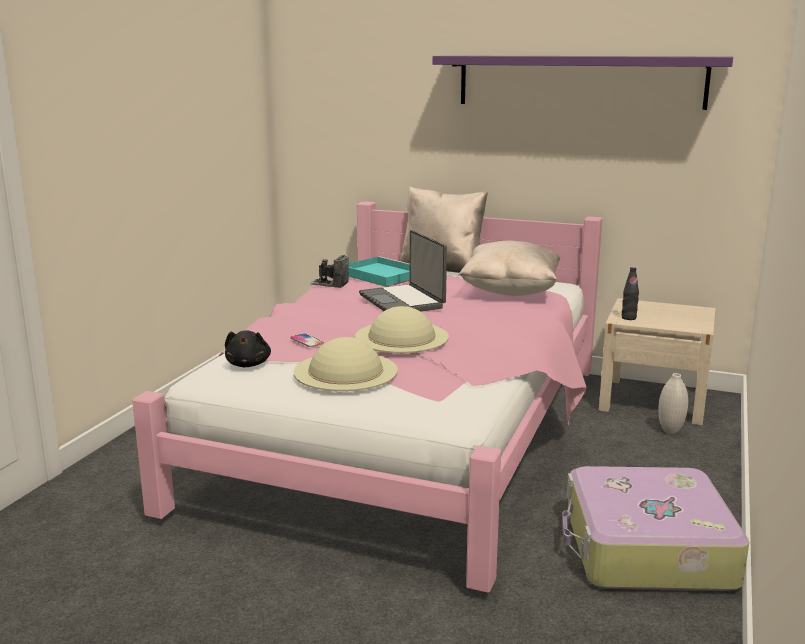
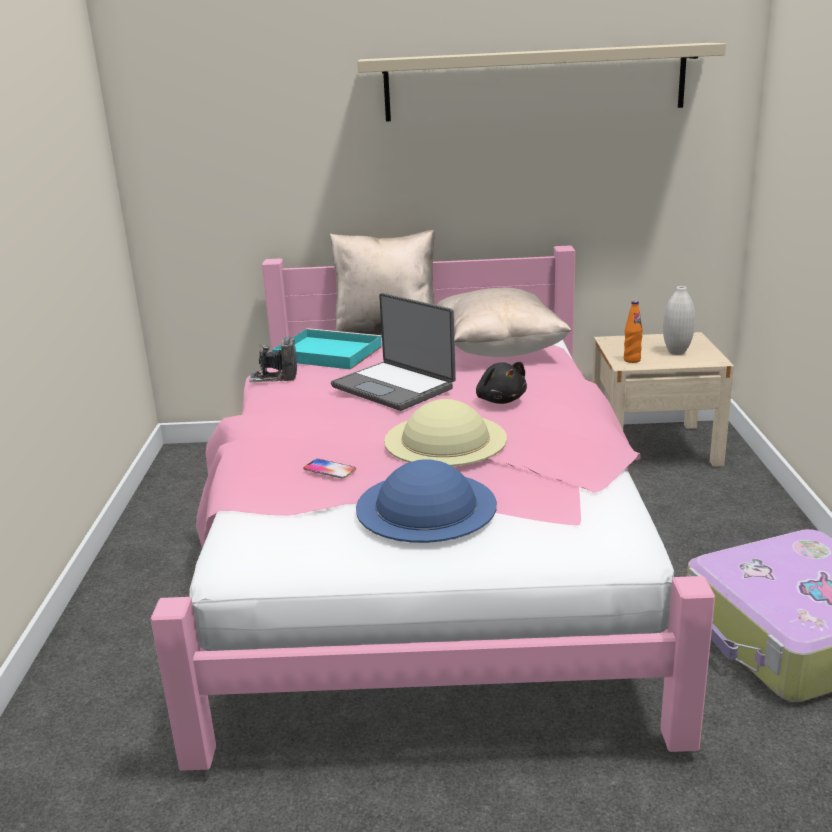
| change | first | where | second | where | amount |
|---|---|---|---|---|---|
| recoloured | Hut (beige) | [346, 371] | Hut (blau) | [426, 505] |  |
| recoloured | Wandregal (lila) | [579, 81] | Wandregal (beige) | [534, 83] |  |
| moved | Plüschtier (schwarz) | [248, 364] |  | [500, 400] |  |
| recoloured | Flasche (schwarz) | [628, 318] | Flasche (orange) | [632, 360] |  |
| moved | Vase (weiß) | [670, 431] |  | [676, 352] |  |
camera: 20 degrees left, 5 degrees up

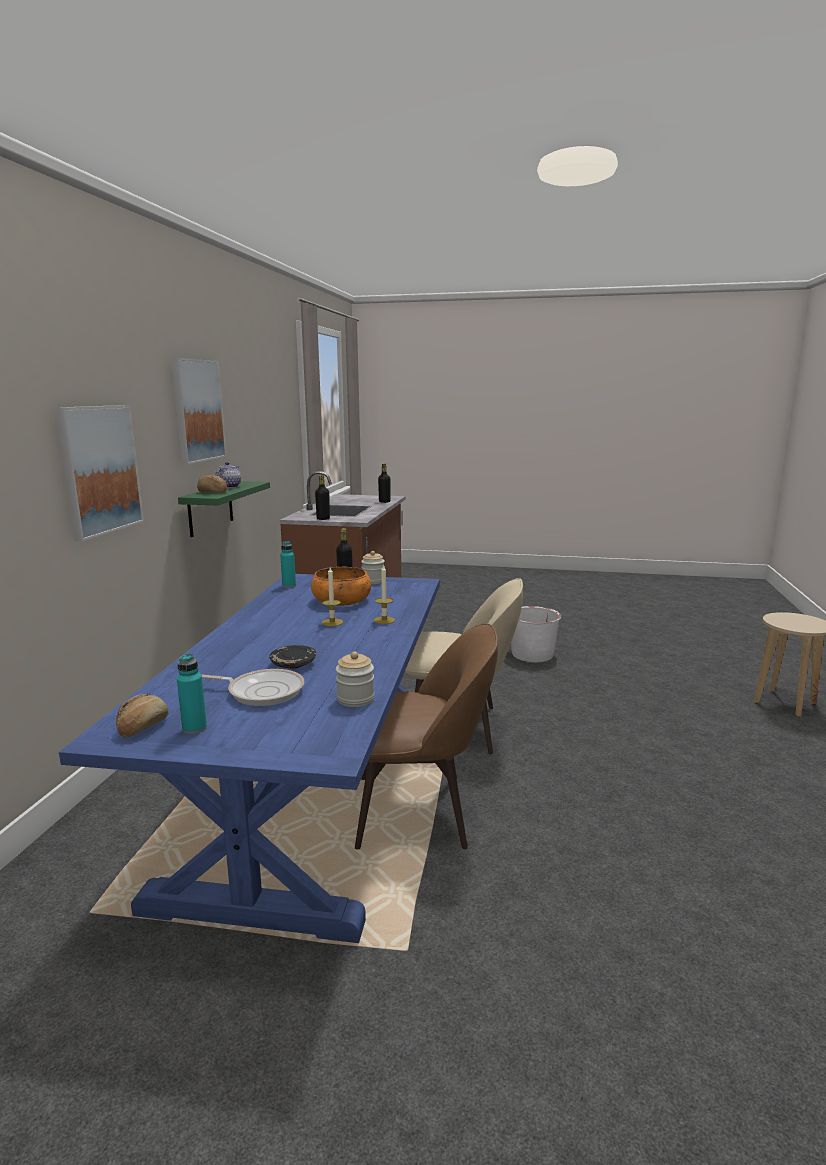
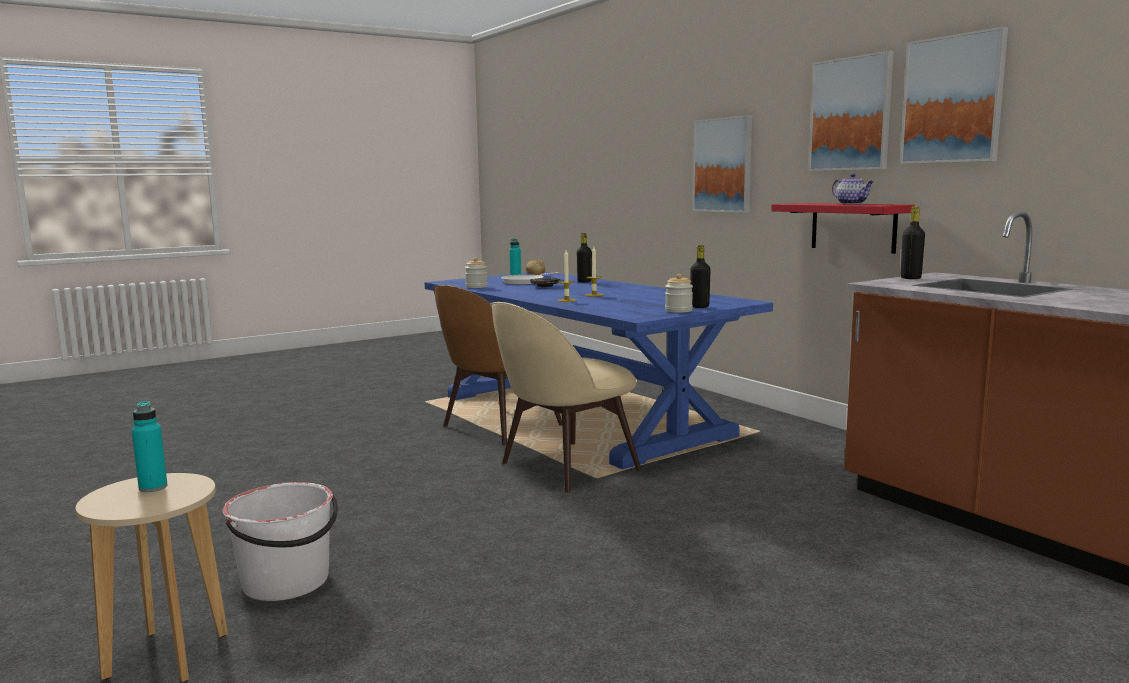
| change | first | where | second | where | amount |
|---|---|---|---|---|---|
| moved | Flasche (türkis) | [289, 585] |  | [153, 487] |  |
| moved | Eimer (weiß) | [532, 654] |  | [287, 582] |  |
| moved | Flasche (schwarz) | [384, 502] |  | [584, 282] |  |
| recoloured | Wandregal (grün) | [210, 508] | Wandregal (rot) | [853, 227] |  |
| added |  |  | Bild | [953, 99] |  |
| removed | Brot | [212, 492] |  |  |  |
| removed | Schüssel (orange) | [341, 600] |  |  |  |
camera: 135 degrees right, 5 degrees down

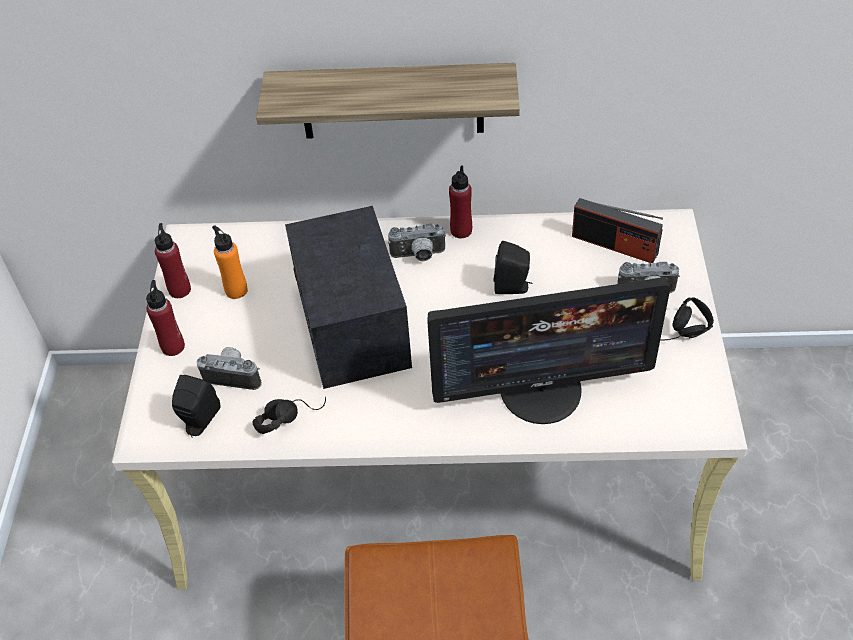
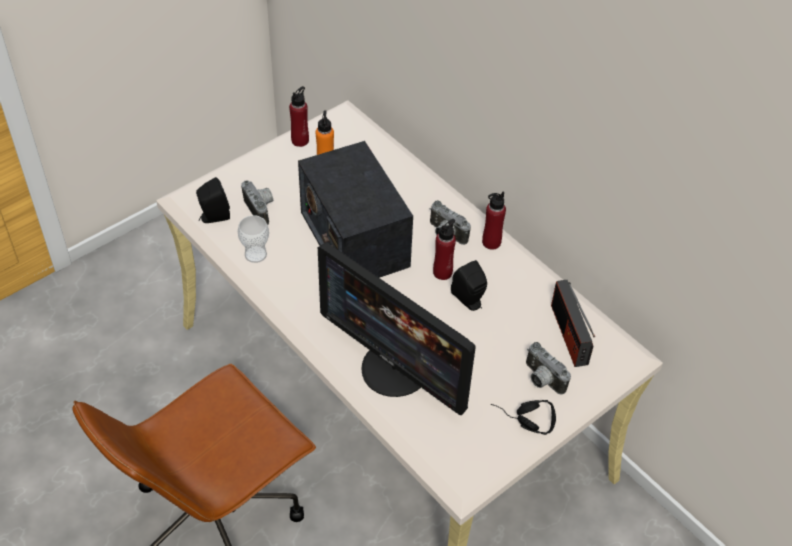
| change | first | where | second | where | amount |
|---|---|---|---|---|---|
| replaced | Kopfhörer (schwarz) | [289, 416] | Tasse | [255, 254] |  |
| turned | Radio | [352, 325] |  | [354, 238] | 60 degrees counterclockwise |
| moved | Flasche (rot) | [173, 346] |  | [442, 272] |  |
| removed | Wandregal | [392, 101] |  |  |  |
camera: 45 degrees right, 0 degrees up

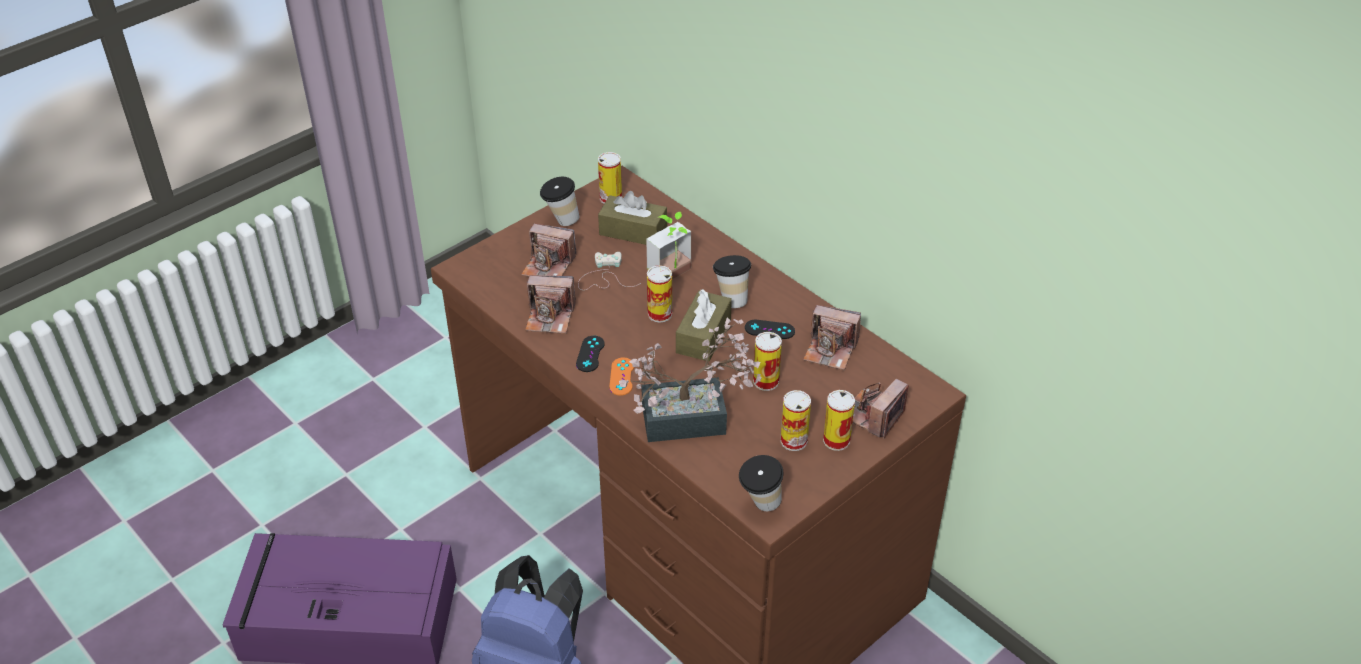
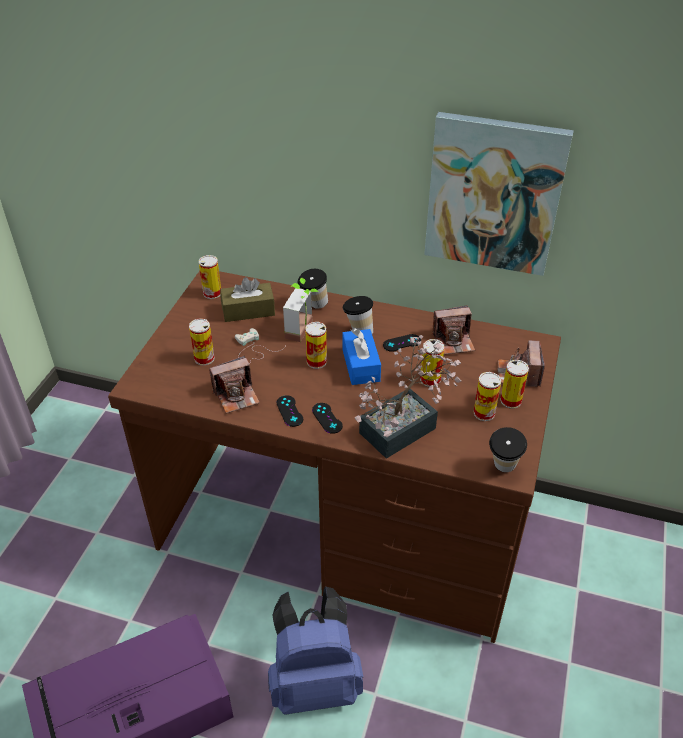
| change | first | where | second | where | amount |
|---|---|---|---|---|---|
| replaced | Kamera | [548, 266] | Dose | [204, 358] |  |
| moved | Tasse | [561, 221] |  | [313, 305] |  |
| recoloured | Gamepad (orange) | [621, 376] | Gamepad (schwarz) | [327, 418] |  |
| recoloured | Taschentuchbox (braun) | [703, 336] | Taschentuchbox (blau) | [361, 365] |  |
| added |  |  | Bild | [494, 194] |  |
camera: 30 degrees left, 0 degrees up

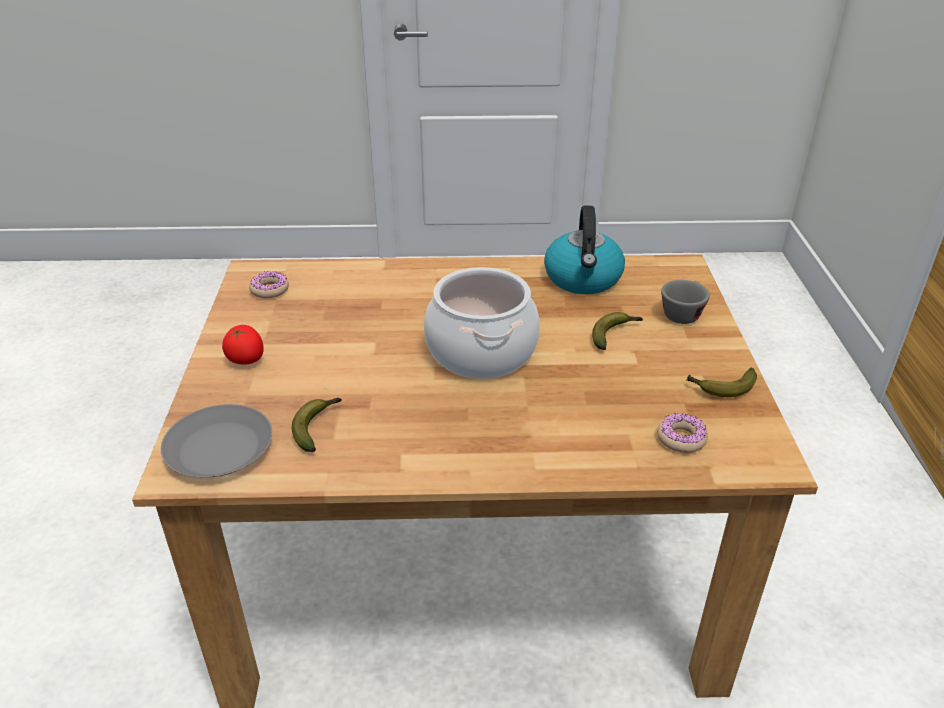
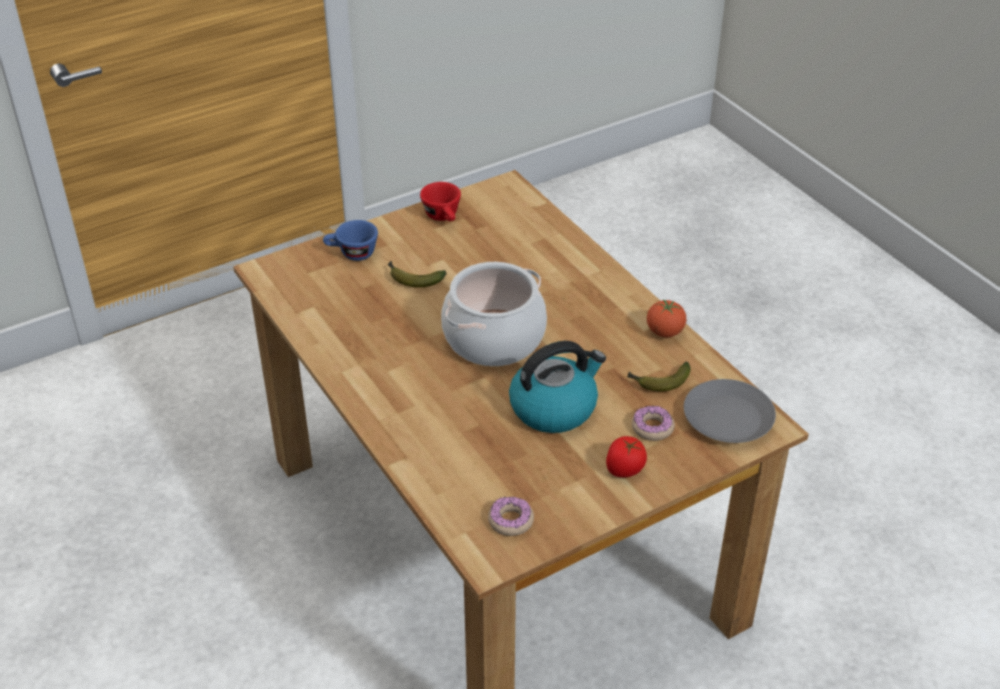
| change | first | where | second | where | amount |
|---|---|---|---|---|---|
| recoloured | Tasse (grau) | [682, 313] | Tasse (blau) | [352, 254] |  |
| replaced | Banane | [721, 388] | Tasse (rot) | [444, 217] |  |
| moved | Wasserkessel | [583, 279] |  | [554, 407] |  |
| moved | Donut | [681, 439] |  | [652, 428] |  |
| added |  |  | Tomate | [665, 332] |  |
camera: 120 degrees left, 5 degrees up

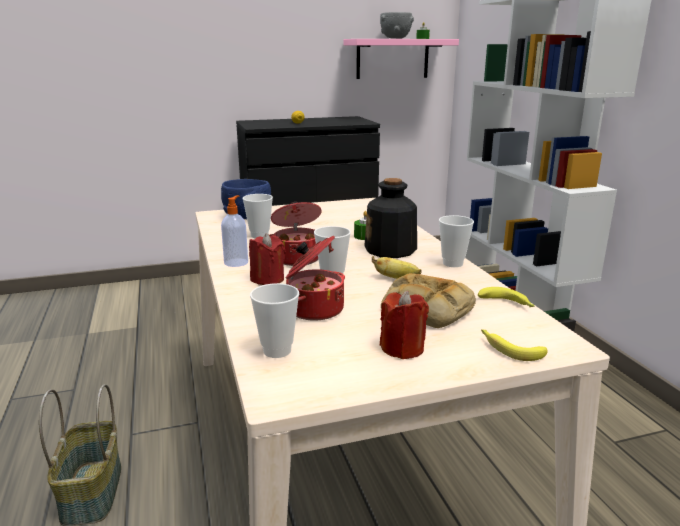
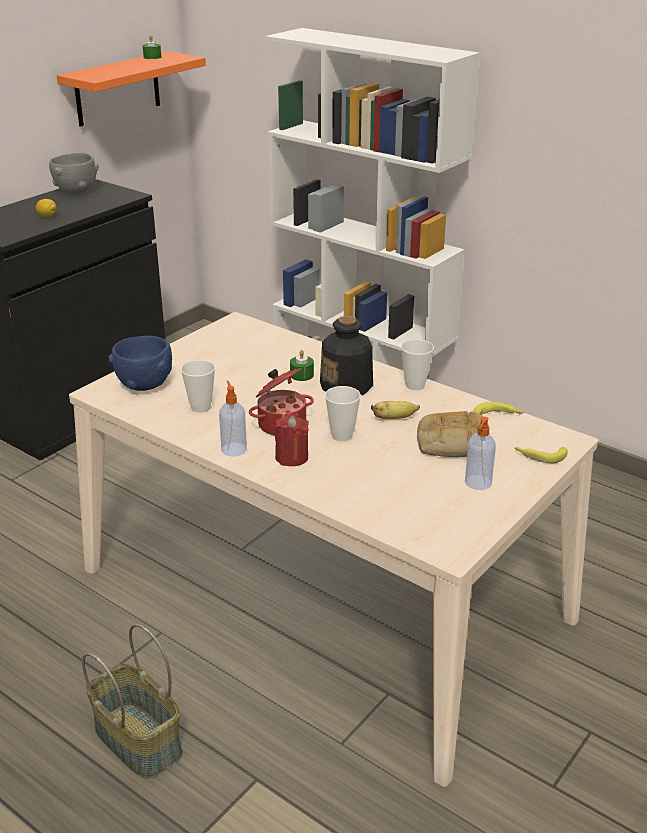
| change | first | where | second | where | amount |
|---|---|---|---|---|---|
| moved | Schüssel (grau) | [395, 38] |  | [76, 191] |  |
| recoloured | Wandregal (rosa) | [392, 59] | Wandregal (orange) | [117, 89] |  |
| replaced | Kerze (rot) | [402, 348] | Seifenspender | [477, 483] |  |
| removed | Tasse | [277, 351] |  |  |  |
| removed | Kochtopf | [314, 309] |  |  |  |
camera: 35 degrees left, 10 degrees up

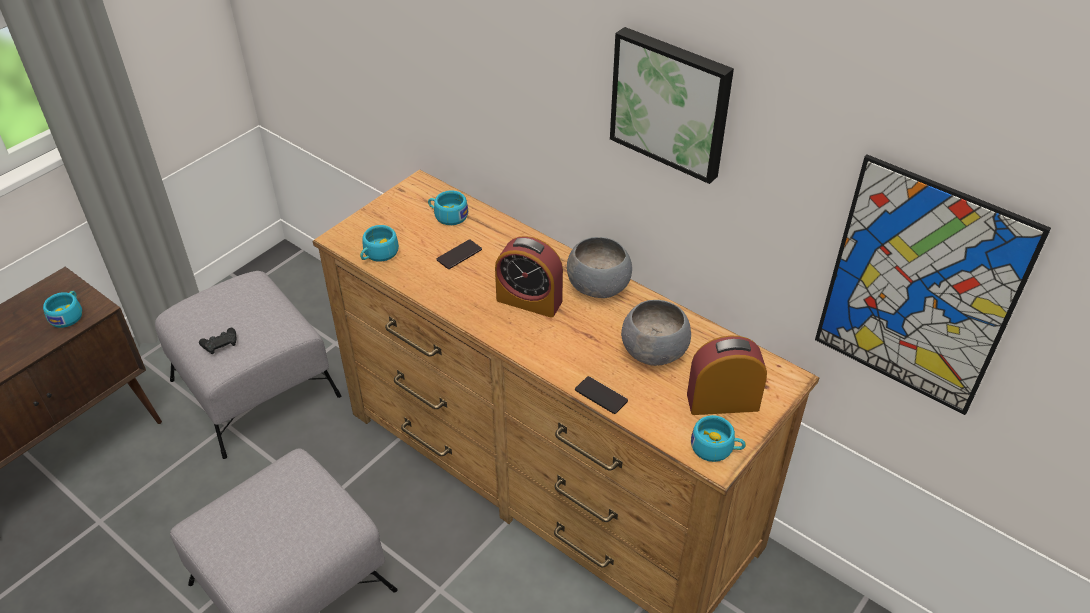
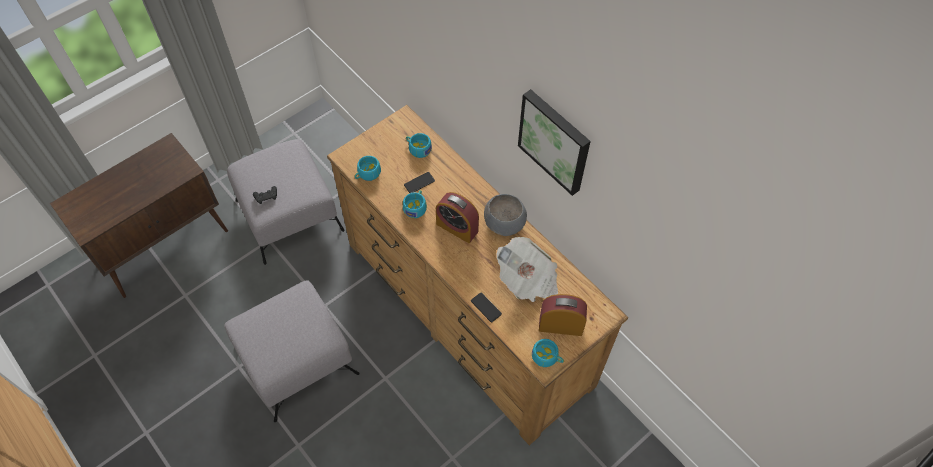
| change | first | where | second | where | amount |
|---|---|---|---|---|---|
| moved | Tasse (türkis) | [68, 315] |  | [416, 207] |  |
| replaced | Schüssel (grau) | [655, 351] | Zeitung | [528, 280] |  |
| removed | Bild | [919, 289] |  |  |  |
camera: 10 degrees right, 15 degrees up

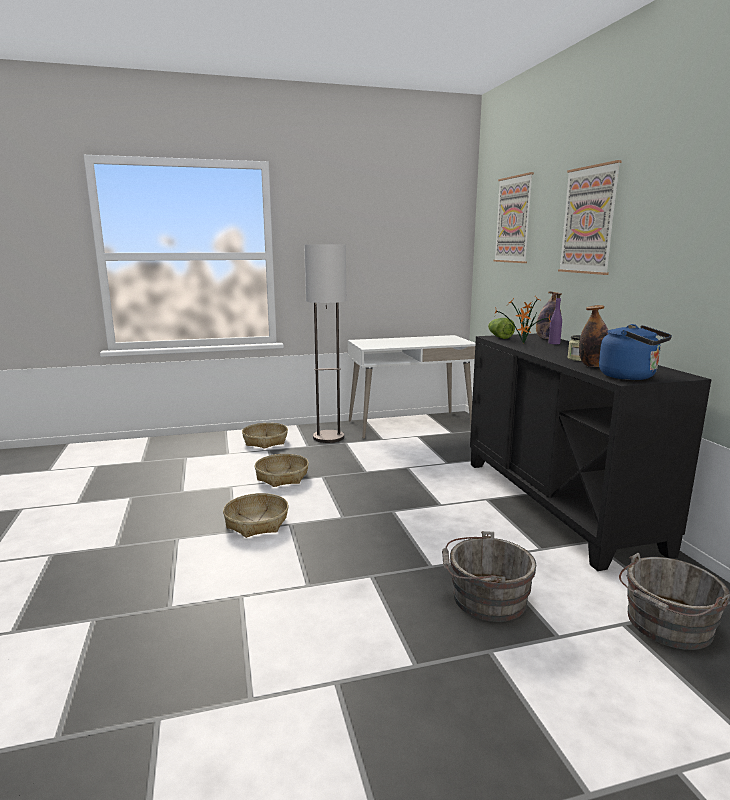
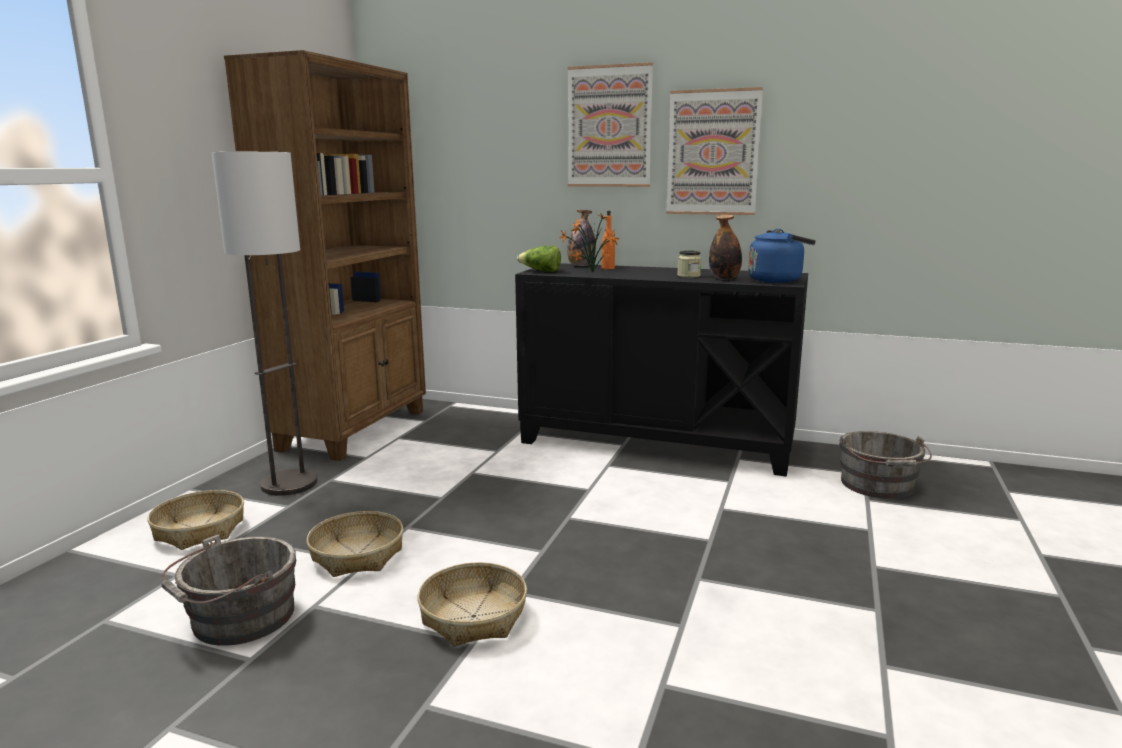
| change | first | where | second | where | amount |
|---|---|---|---|---|---|
| moved | Eimer (grau) | [484, 598] |  | [238, 619] |  |
| replaced | Schreibtisch (weiß) | [409, 424] | Bücherregal (braun) | [356, 429] |  |
| recoloured | Flasche (lila) | [554, 343] | Flasche (orange) | [607, 268] |  |
| moved | Bild | [513, 220] |  | [713, 153] |  |
camera: 55 degrees left, 0 degrees up

